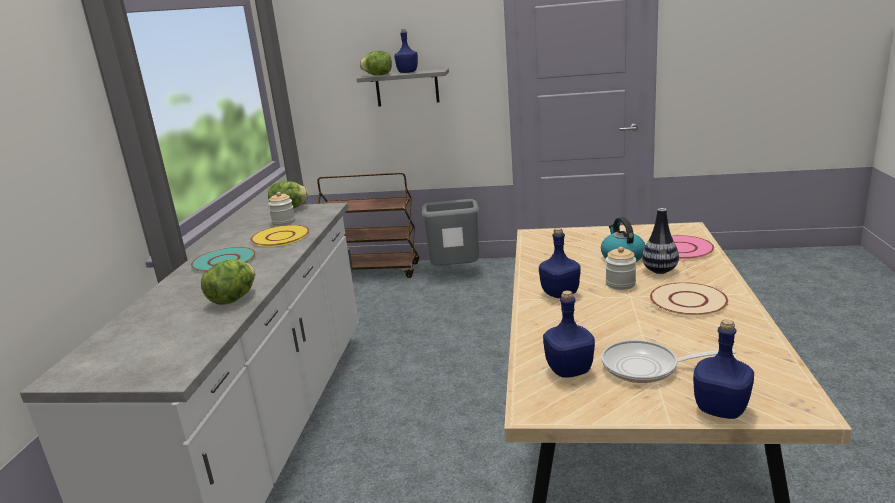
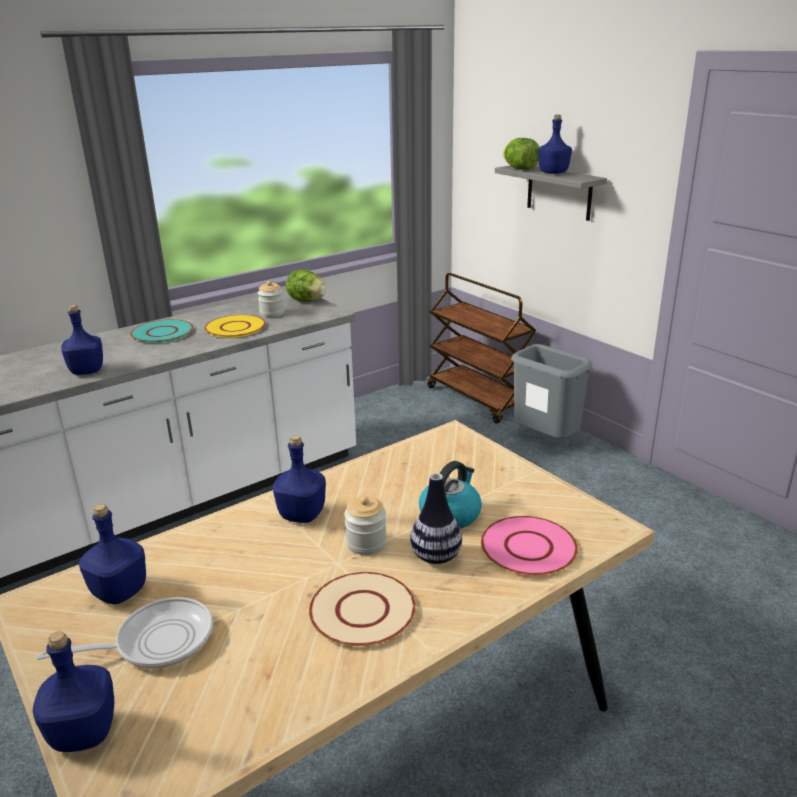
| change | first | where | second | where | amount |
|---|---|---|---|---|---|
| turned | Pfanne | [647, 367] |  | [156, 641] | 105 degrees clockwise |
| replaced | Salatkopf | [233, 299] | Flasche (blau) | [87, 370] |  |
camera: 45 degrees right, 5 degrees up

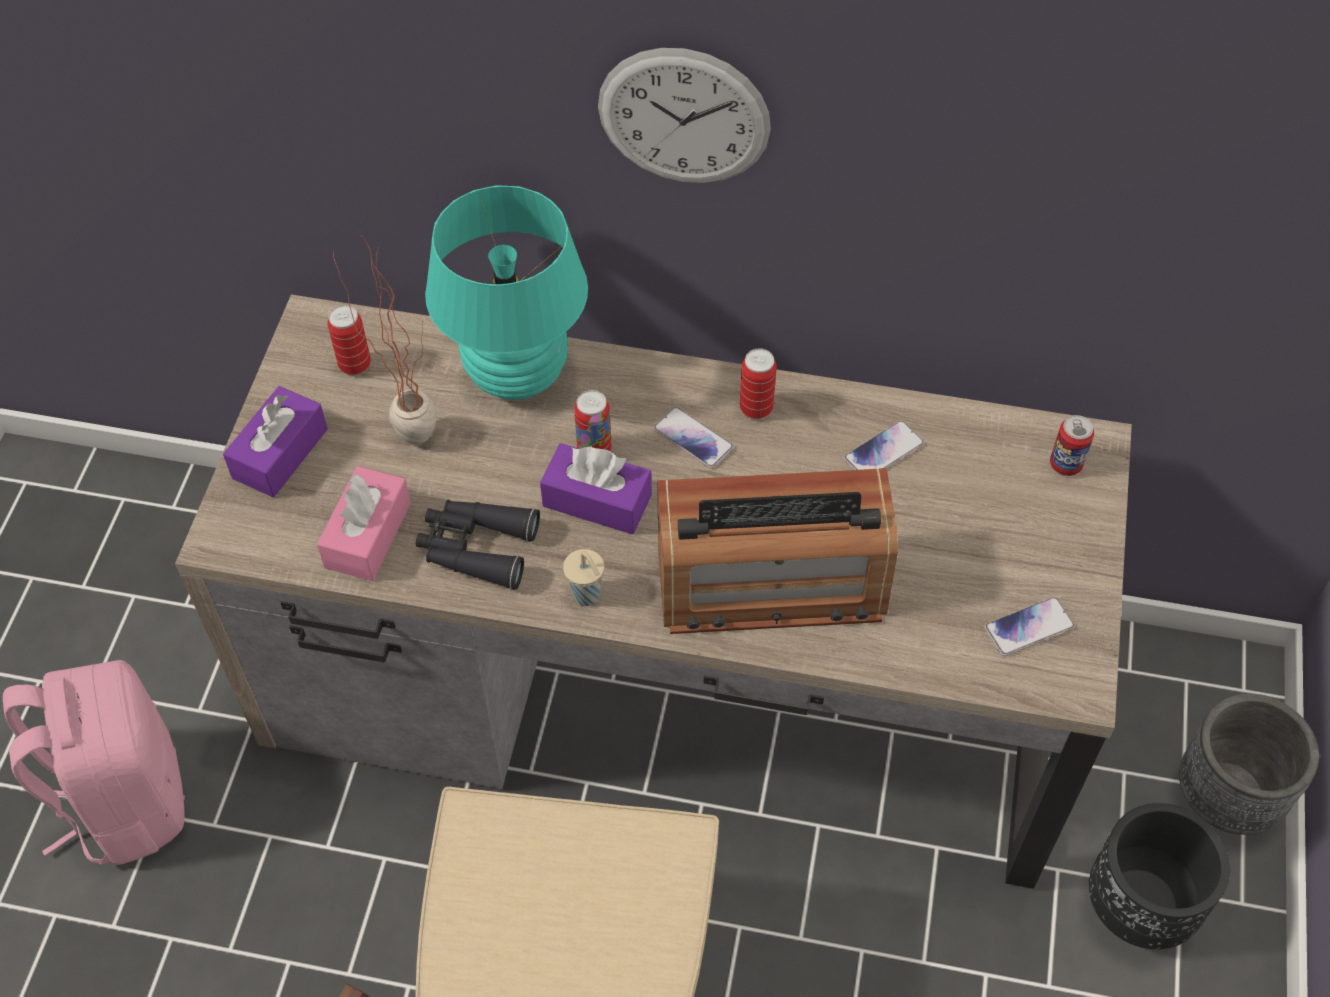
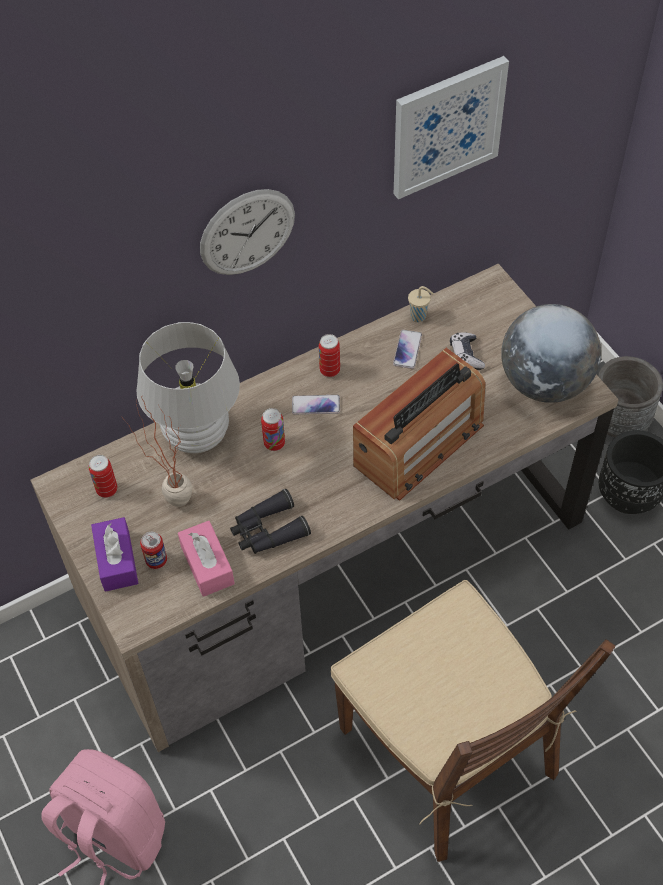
| change | first | where | second | where | amount |
|---|---|---|---|---|---|
| recoloured | Tischlampe (türkis) | [516, 374] | Tischlampe (weiß) | [197, 436] |  |
| moved | Dose | [1065, 464] |  | [156, 560] |  |
| added |  |  | Bild | [447, 126] |  |
| moved | Tasse (beige) | [587, 596] |  | [419, 316] |  |
| added |  |  | Gamepad | [466, 355] |  |
| replaced | Handy | [1029, 628] | Globus | [545, 383] |  |
| removed | Taschentuchbox (lila) | [597, 500] |  |  |  |
camera: 40 degrees left, 0 degrees up

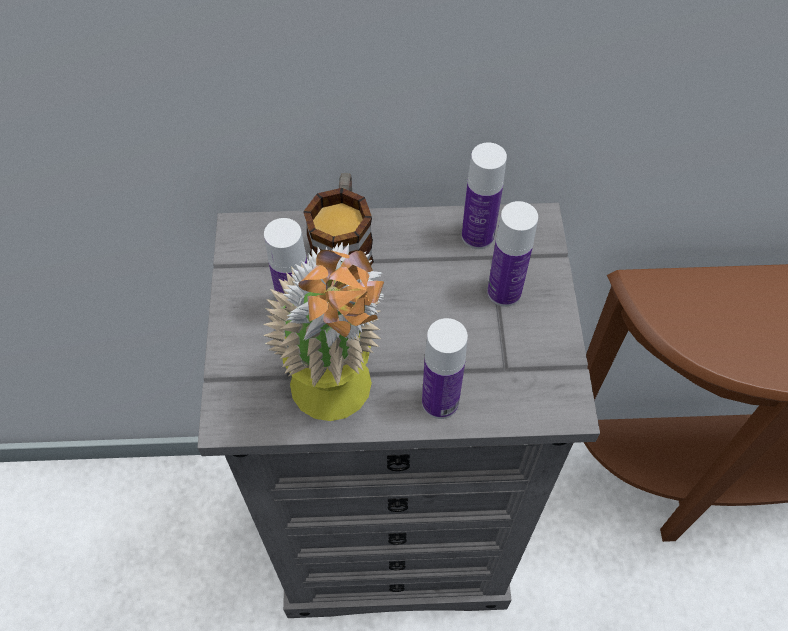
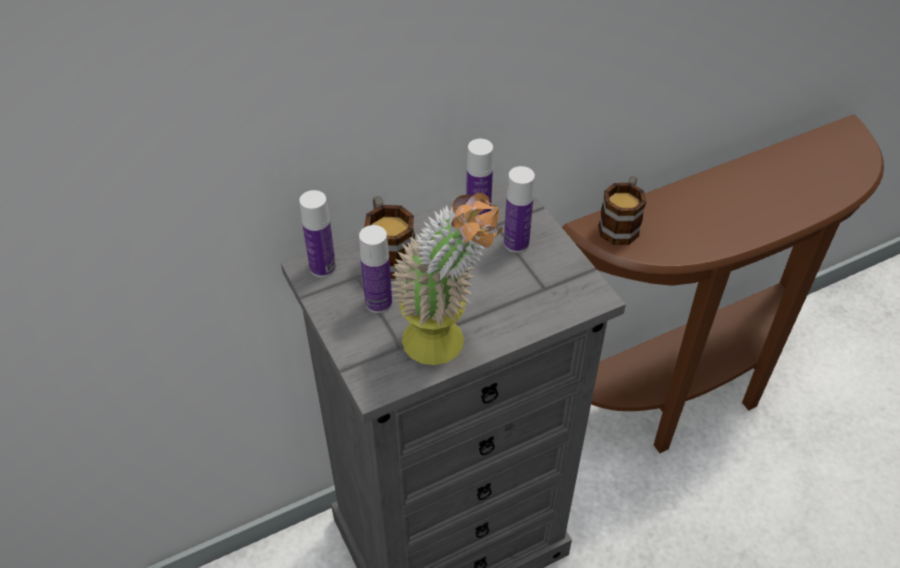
| change | first | where | second | where | amount |
|---|---|---|---|---|---|
| moved | Flasche | [440, 402] |  | [322, 267] |  |
| added |  |  | Henkelbecher | [621, 224] |  |
camera: 25 degrees left, 10 degrees down

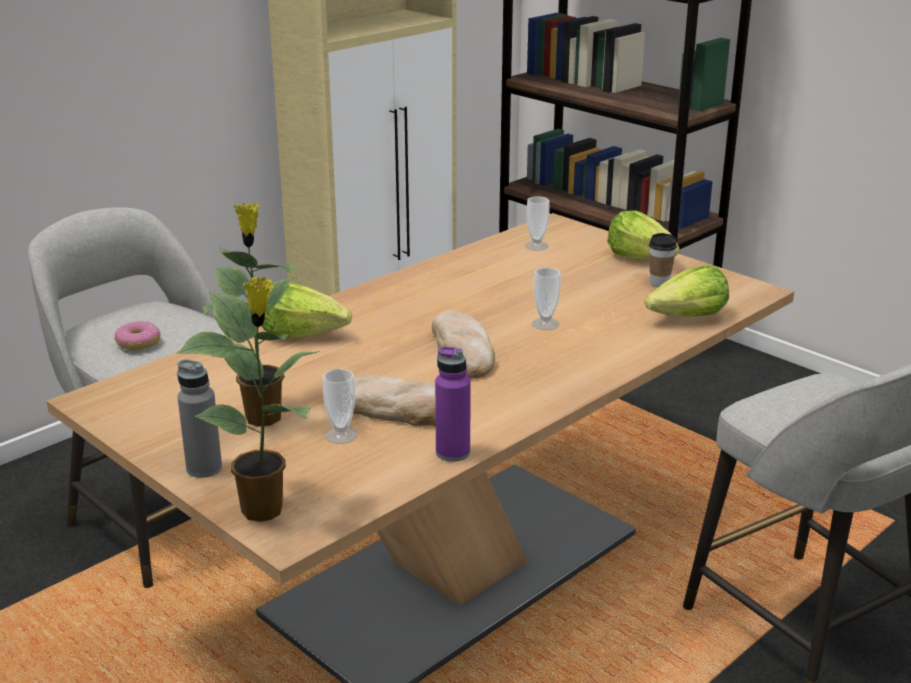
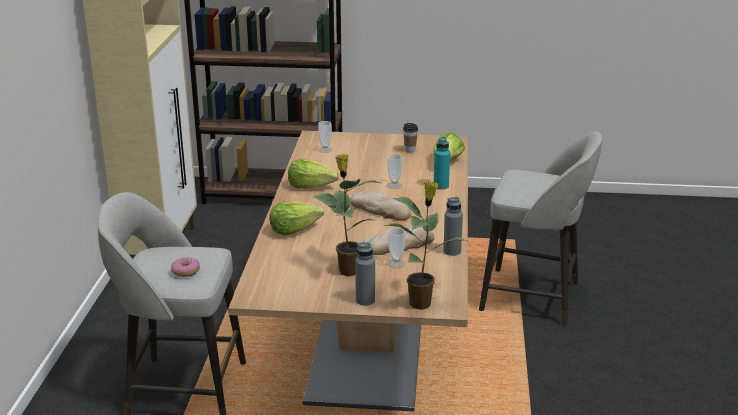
| change | first | where | second | where | amount |
|---|---|---|---|---|---|
| moved | Salatkopf | [641, 258] |  | [311, 186] |  |
| added |  |  | Flasche (türkis) | [441, 186] |  |
| recoloured | Flasche (lila) | [453, 452] | Flasche (grau) | [452, 251] |  |
camera: 40 degrees left, 0 degrees up

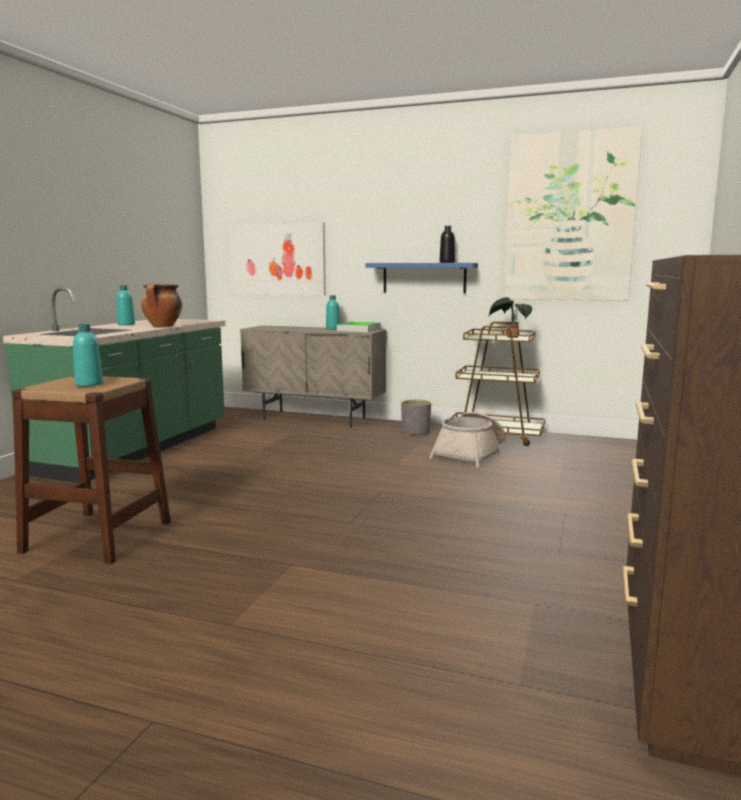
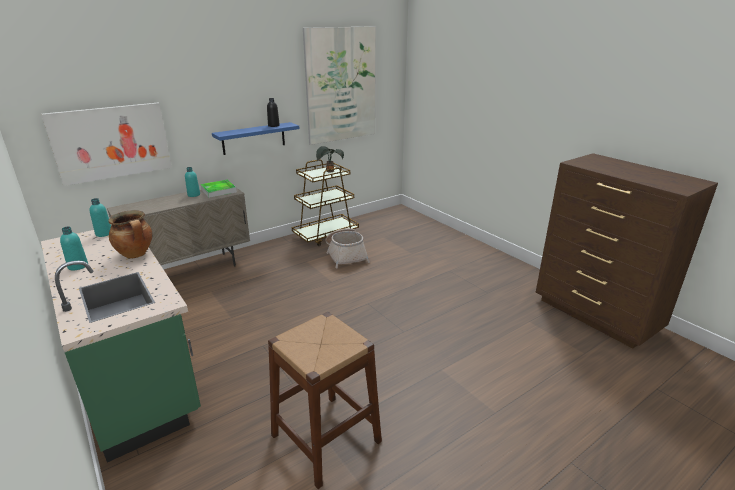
| change | first | where | second | where | amount |
|---|---|---|---|---|---|
| moved | Flasche (türkis) | [89, 384] |  | [104, 233] |  |
| removed | Pflanzkübel (grau) | [415, 432] |  |  |  |
camera: 55 degrees left, 15 degrees up

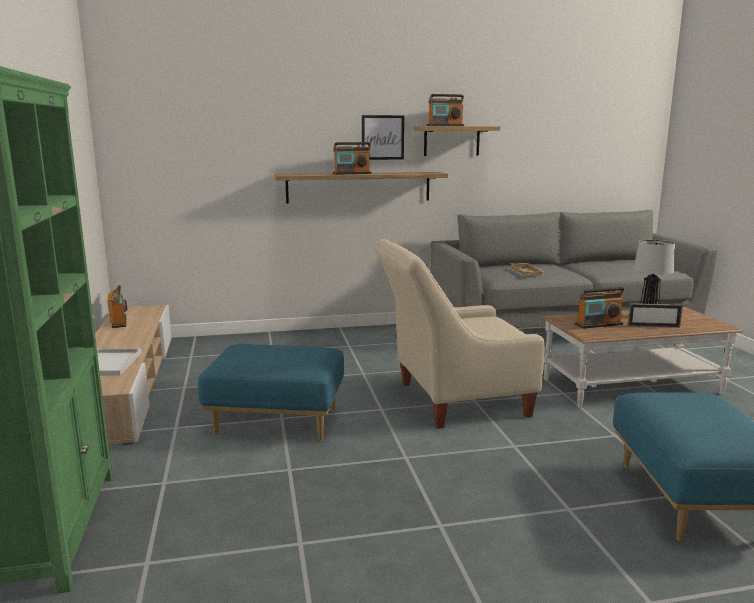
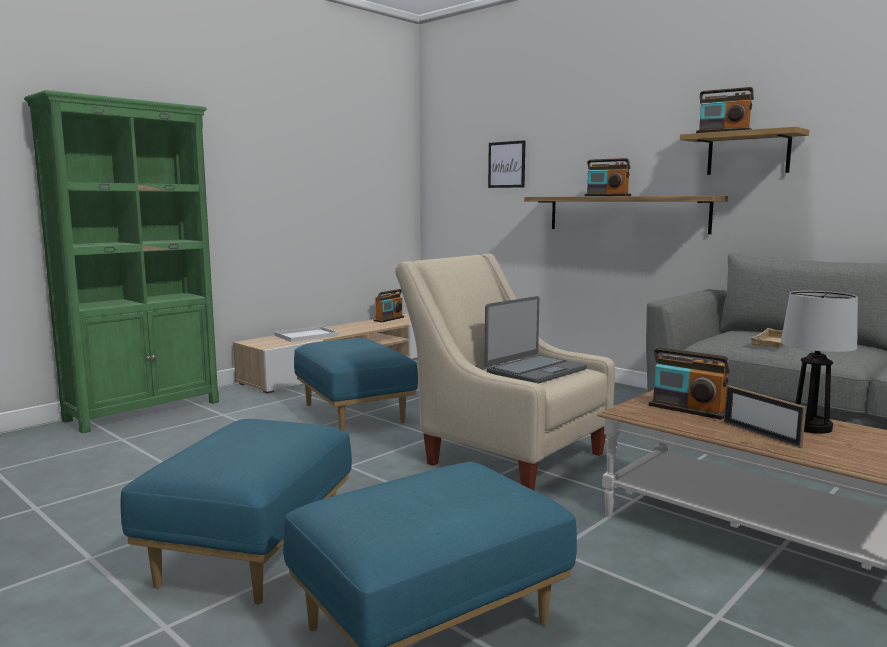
| change | first | where | second | where | amount |
|---|---|---|---|---|---|
| added |  |  | Polsterhocker (blau) | [251, 550] |  |
| added |  |  | Laptop | [535, 371] |  |
| moved | Bild | [382, 137] |  | [506, 164] |  |
camera: 55 degrees right, 5 degrees down

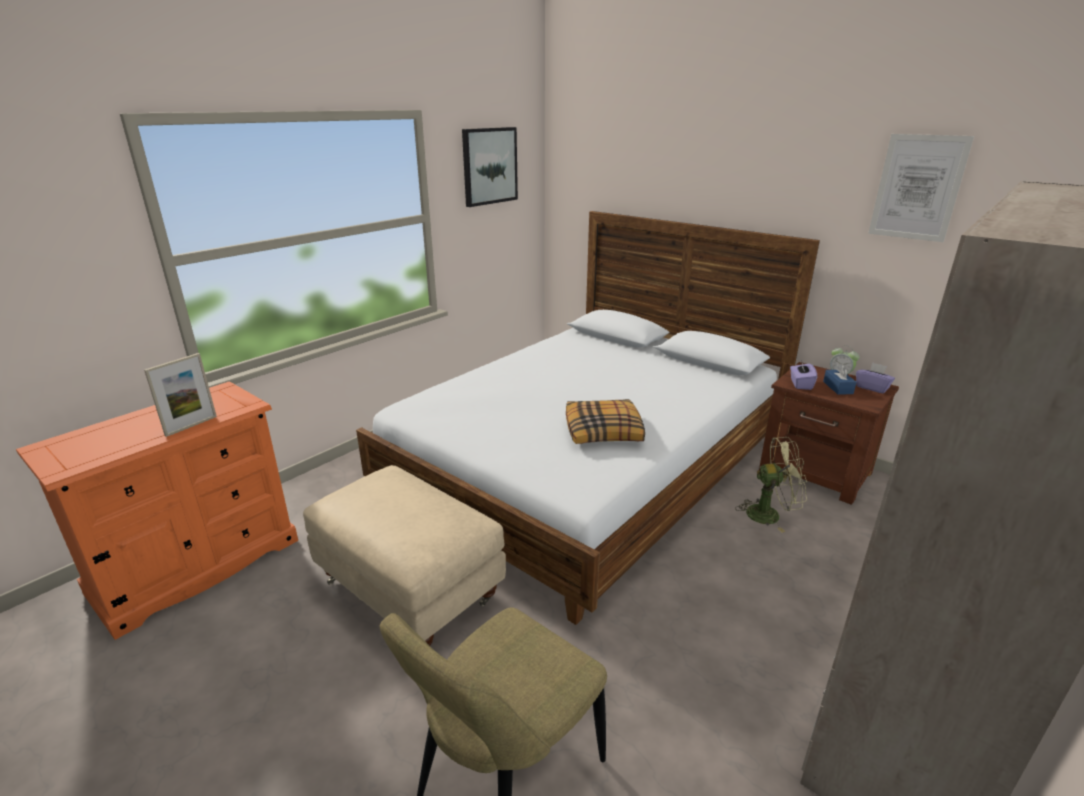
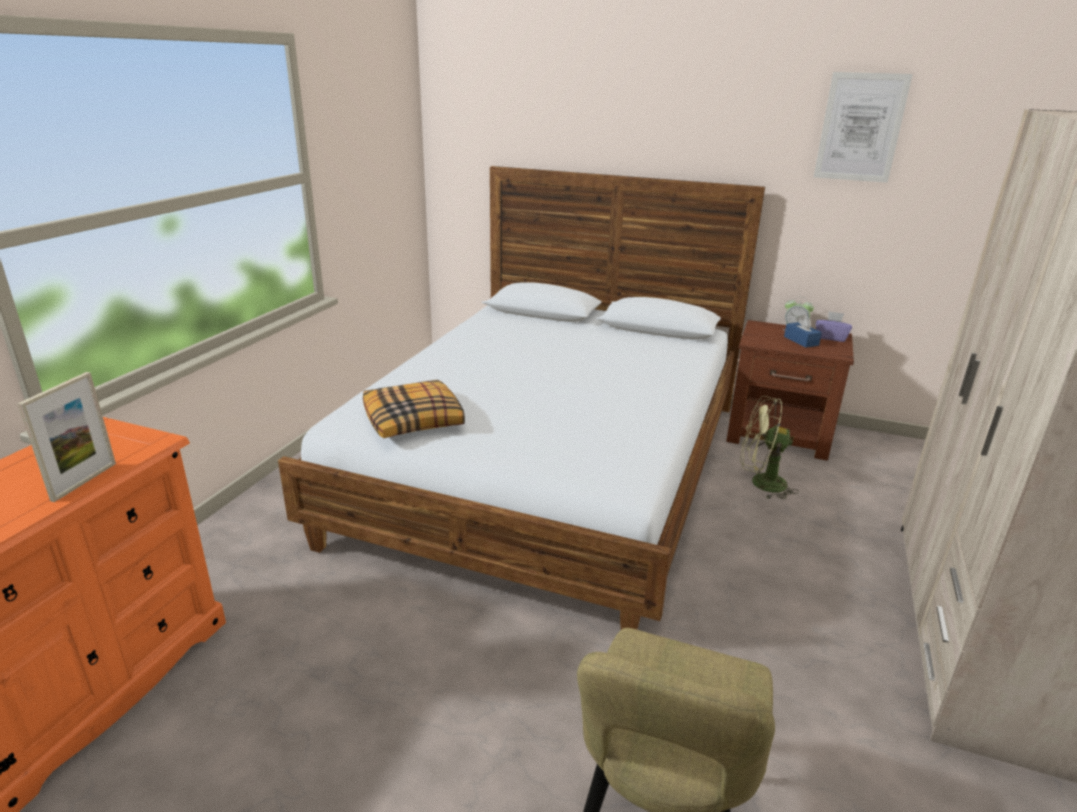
| change | first | where | second | where | amount |
|---|---|---|---|---|---|
| moved | Kissen | [604, 431] |  | [414, 420] |  |
| turned | Ventilator (grün) | [770, 514] |  | [760, 483] | 150 degrees counterclockwise |
| removed | Polsterhocker (beige) | [411, 591] |  |  |  |
| removed | Bild | [489, 166] |  |  |  |
| removed | Taschentuchbox (lila) | [800, 384] |  |  |  |
camera: 20 degrees left, 0 degrees up

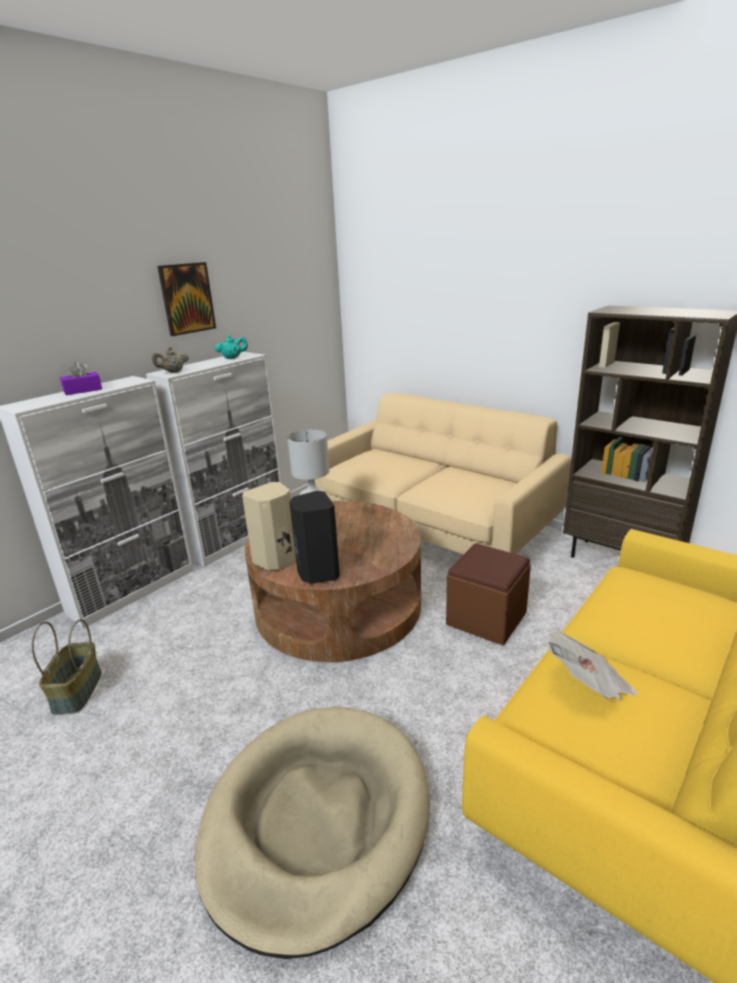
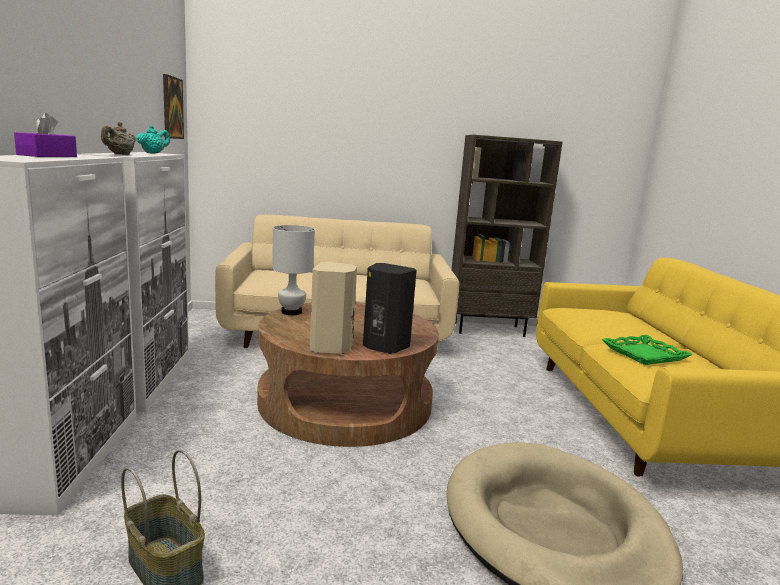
| change | first | where | second | where | amount |
|---|---|---|---|---|---|
| moved | Bild | [187, 298] |  | [172, 108] |  |
| replaced | Zeitung | [588, 685] | Tablett (grün) | [644, 354] |  |
| removed | Polsterhocker (braun) | [486, 618] |  |  |  |
camera: 45 degrees left, 10 degrees down

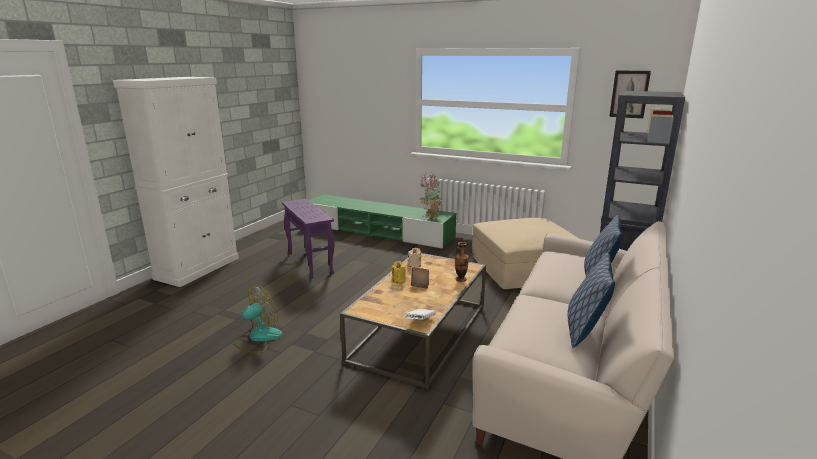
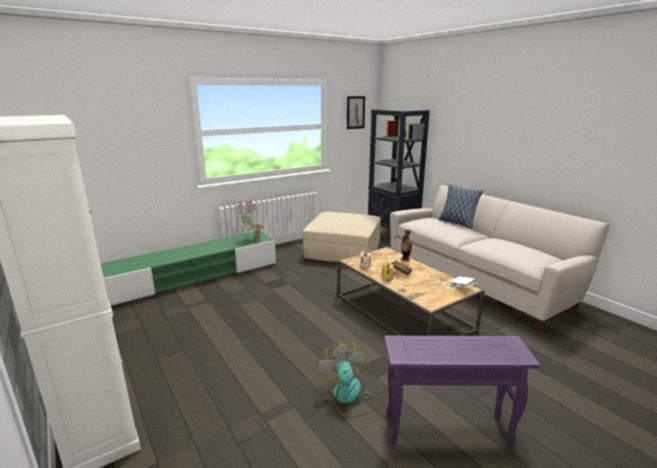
| change | first | where | second | where | amount |
|---|---|---|---|---|---|
| moved | Beistelltisch (lila) | [310, 263] |  | [447, 428] |  |
| removed | Kissen | [585, 330] |  |  |  |
camera: 60 degrees left, 0 degrees up

